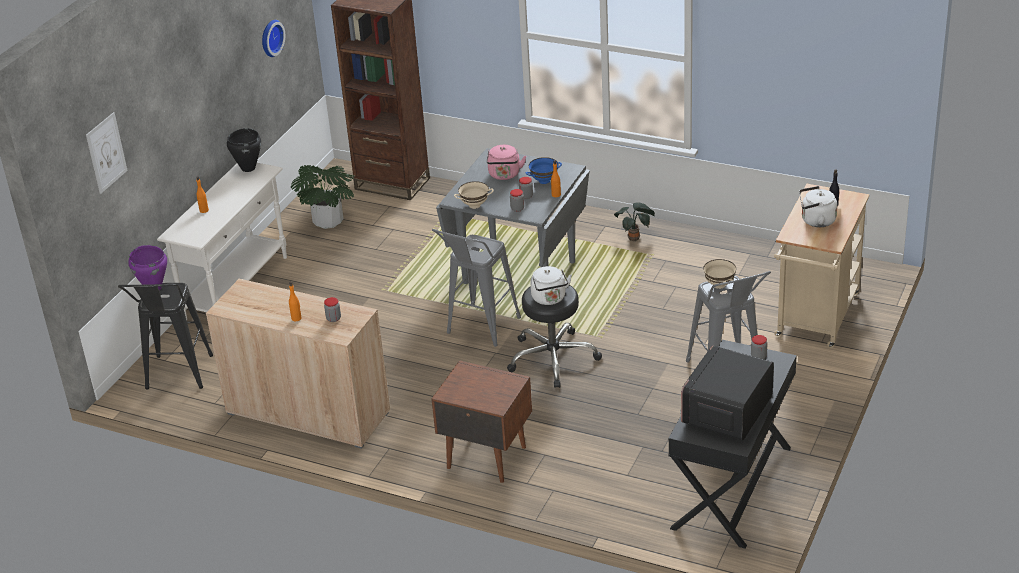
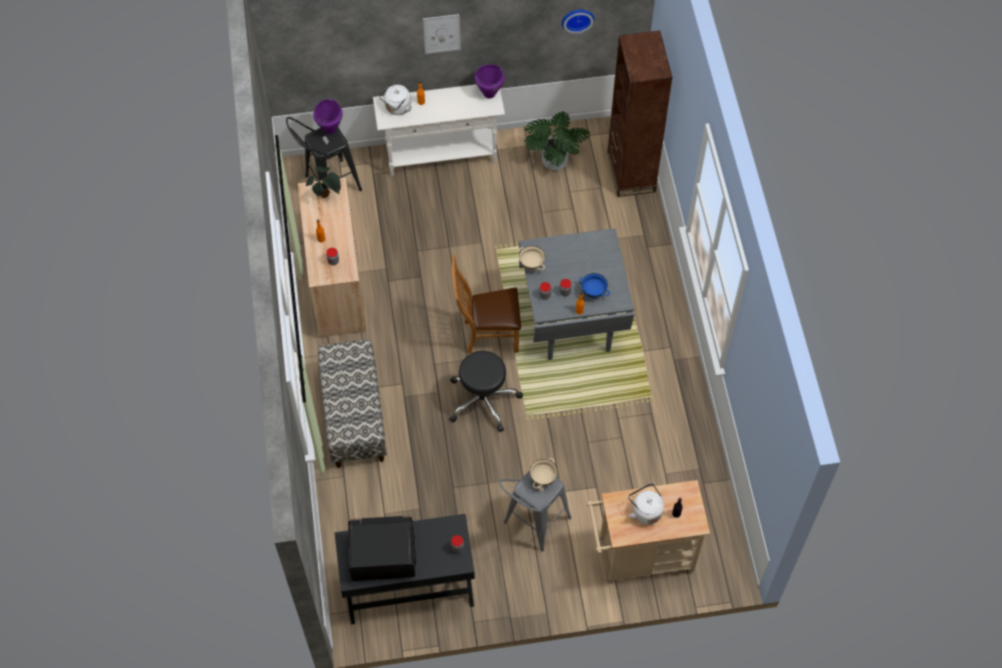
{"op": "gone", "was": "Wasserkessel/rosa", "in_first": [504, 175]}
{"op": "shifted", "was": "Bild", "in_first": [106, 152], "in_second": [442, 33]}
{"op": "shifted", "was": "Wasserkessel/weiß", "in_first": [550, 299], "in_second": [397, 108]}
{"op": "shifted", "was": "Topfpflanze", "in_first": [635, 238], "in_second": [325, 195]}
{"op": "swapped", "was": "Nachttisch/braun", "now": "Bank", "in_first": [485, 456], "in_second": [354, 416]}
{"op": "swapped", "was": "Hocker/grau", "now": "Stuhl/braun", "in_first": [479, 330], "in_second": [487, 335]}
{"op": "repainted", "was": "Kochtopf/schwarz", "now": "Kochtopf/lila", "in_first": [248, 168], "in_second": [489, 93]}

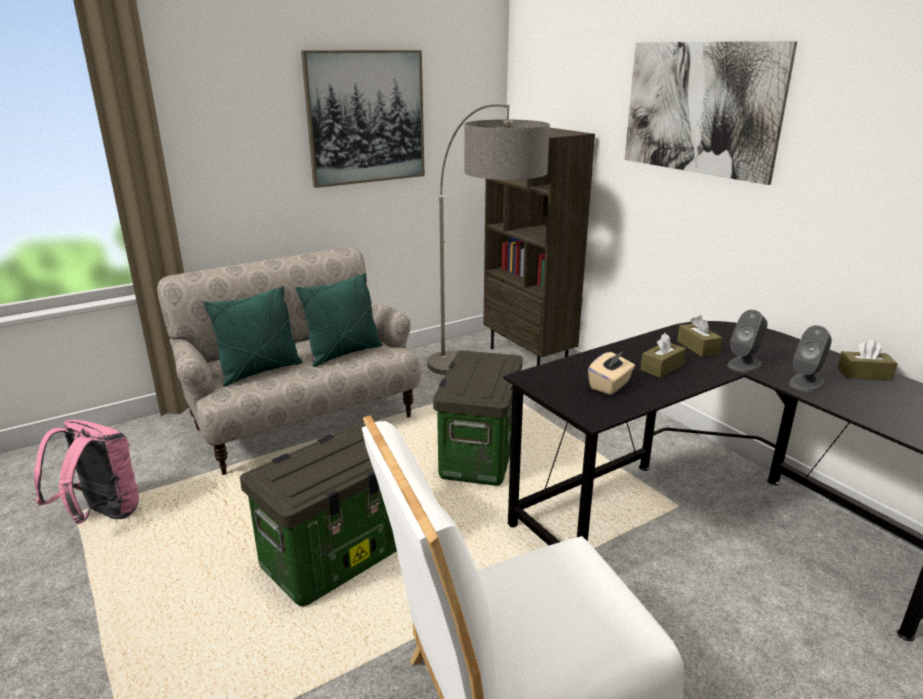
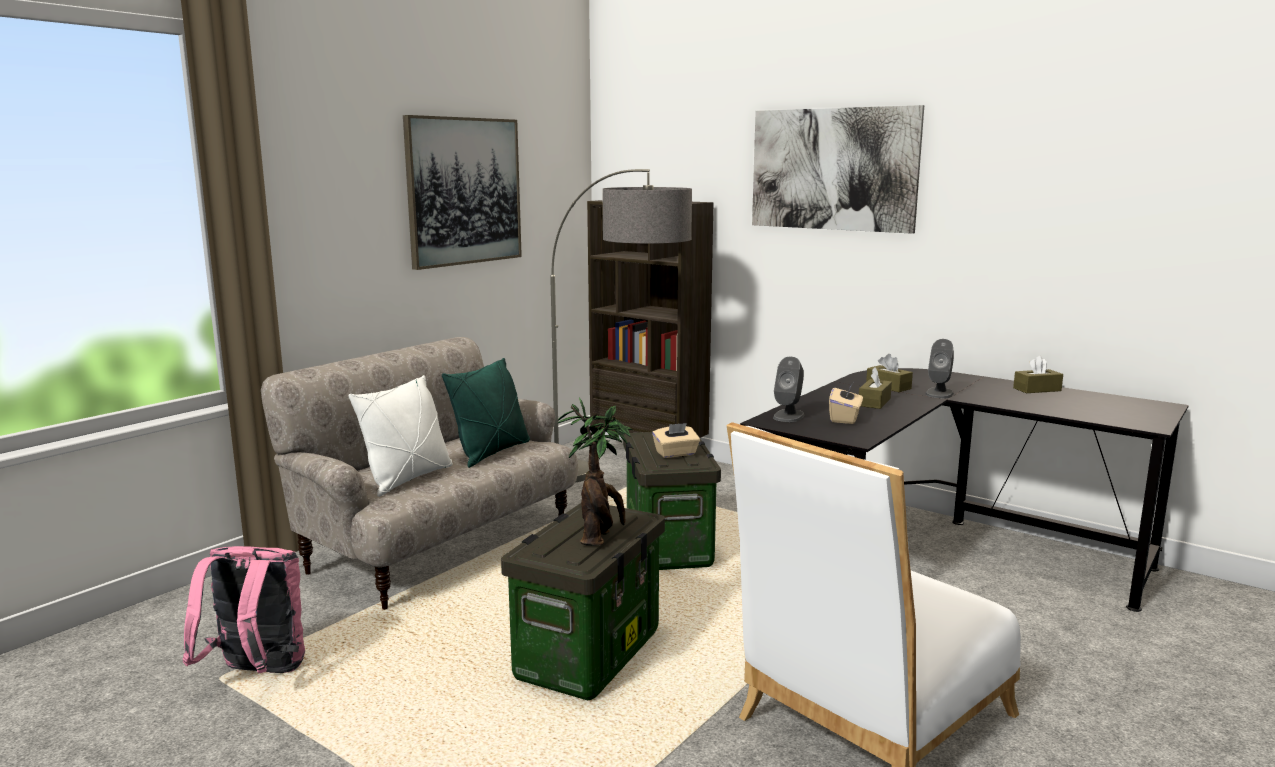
{"op": "new", "now": "Topfpflanze", "in_second": [600, 536]}
{"op": "new", "now": "Taschentuchbox/beige", "in_second": [676, 454]}
{"op": "shifted", "was": "Lautsprecher/grau", "in_first": [806, 383], "in_second": [788, 416]}
{"op": "repainted", "was": "Kissen/grün", "now": "Kissen/weiß", "in_first": [260, 371], "in_second": [408, 479]}

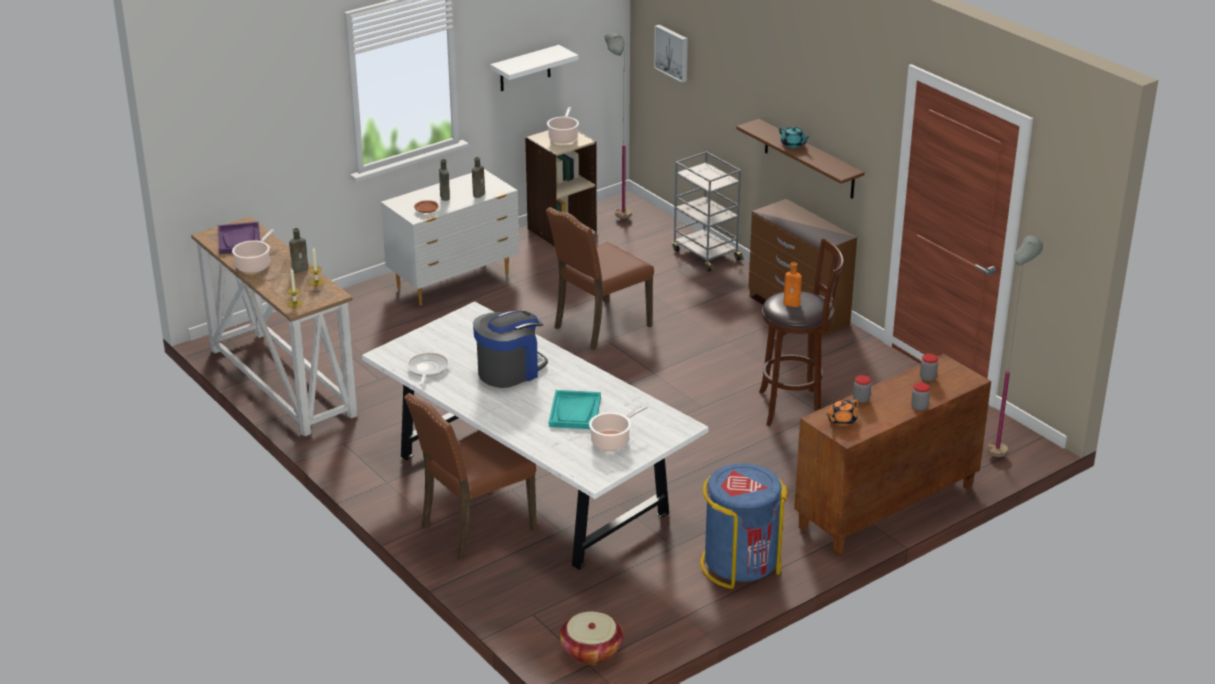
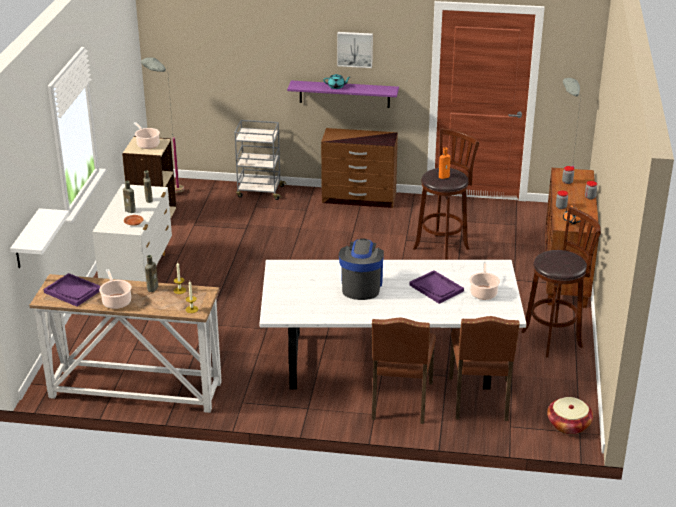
{"op": "gone", "was": "Pfanne", "in_first": [427, 369]}
{"op": "shifted", "was": "Wandregal/weiß", "in_first": [525, 69], "in_second": [26, 240]}
{"op": "shifted", "was": "Stuhl/braun", "in_first": [599, 326], "in_second": [480, 400]}
{"op": "shifted", "was": "Bild", "in_first": [672, 52], "in_second": [355, 49]}
{"op": "swapped", "was": "Mülleimer/blau", "now": "Hocker/braun", "in_first": [740, 564], "in_second": [554, 338]}
{"op": "repainted", "was": "Tablett/türkis", "now": "Tablett/lila", "in_first": [575, 412], "in_second": [436, 288]}
{"op": "repainted", "was": "Wandregal/braun", "now": "Wandregal/lila", "in_first": [809, 159], "in_second": [344, 94]}

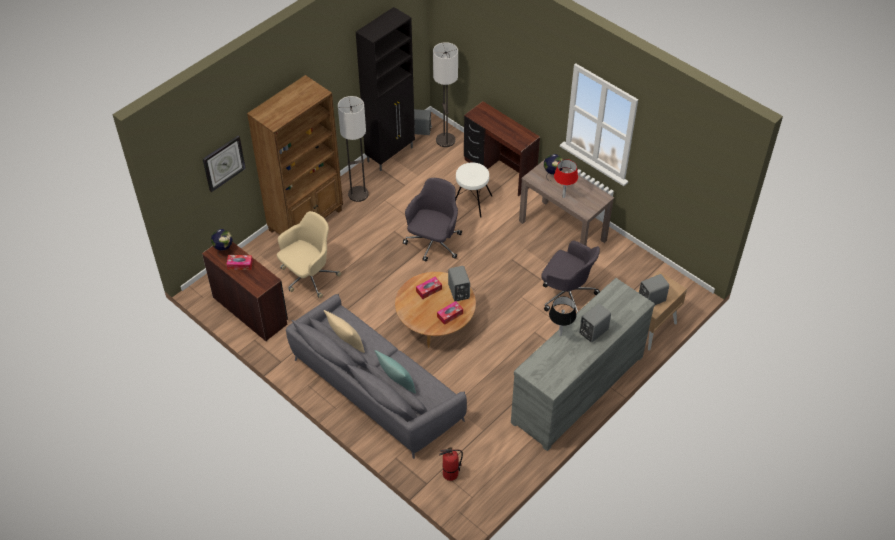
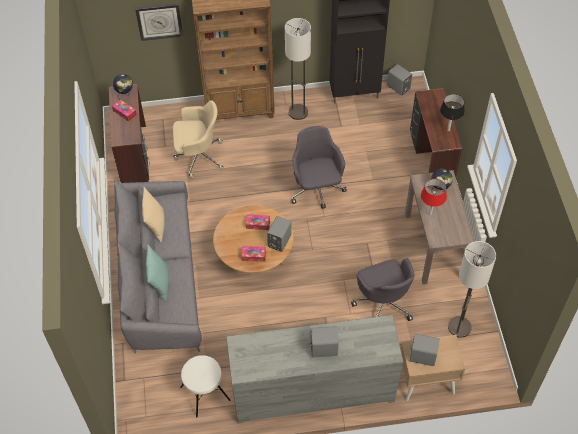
{"op": "gone", "was": "Feuerlöscher", "in_first": [450, 474]}
{"op": "shifted", "was": "Stehlampe", "in_first": [445, 140], "in_second": [459, 327]}
{"op": "shifted", "was": "Hocker/weiß", "in_first": [471, 202], "in_second": [204, 393]}
{"op": "shifted", "was": "Tischlampe/schwarz", "in_first": [560, 334], "in_second": [448, 130]}
{"op": "rotated", "was": "Bürostuhl/grau", "in_first": [433, 244], "in_second": [316, 189], "clockwise": -75}

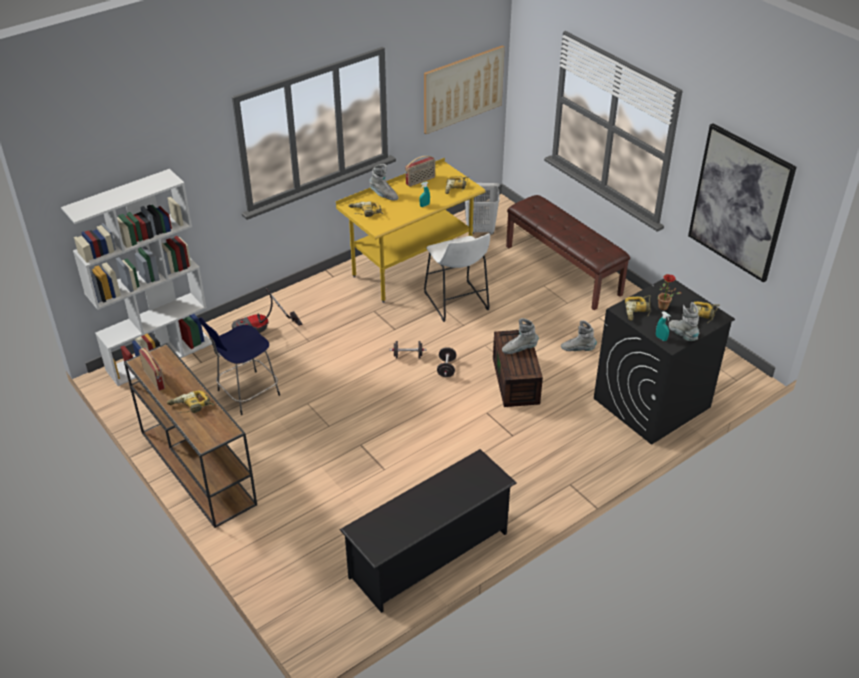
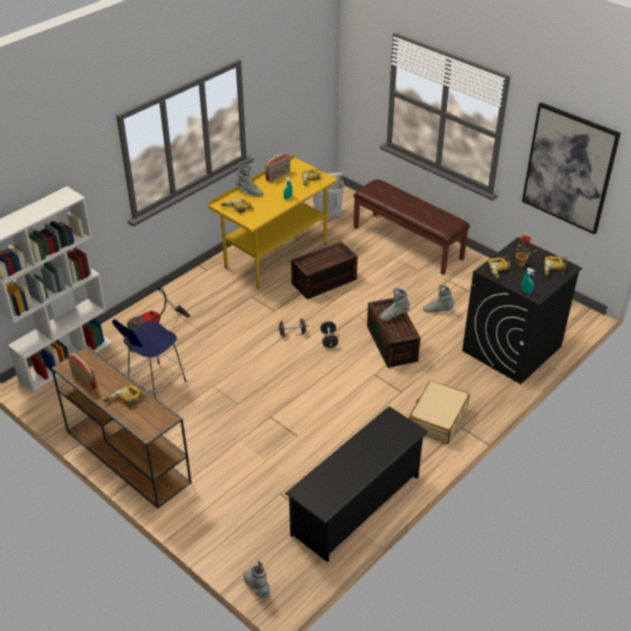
{"op": "gone", "was": "Bild", "in_first": [463, 89]}
{"op": "new", "now": "Koffer/beige", "in_second": [437, 418]}
{"op": "shifted", "was": "Stiefel/grau", "in_first": [682, 335], "in_second": [256, 586]}
{"op": "swapped", "was": "Hocker/weiß", "now": "Aufbewahrungsbox/braun", "in_first": [457, 303], "in_second": [324, 282]}

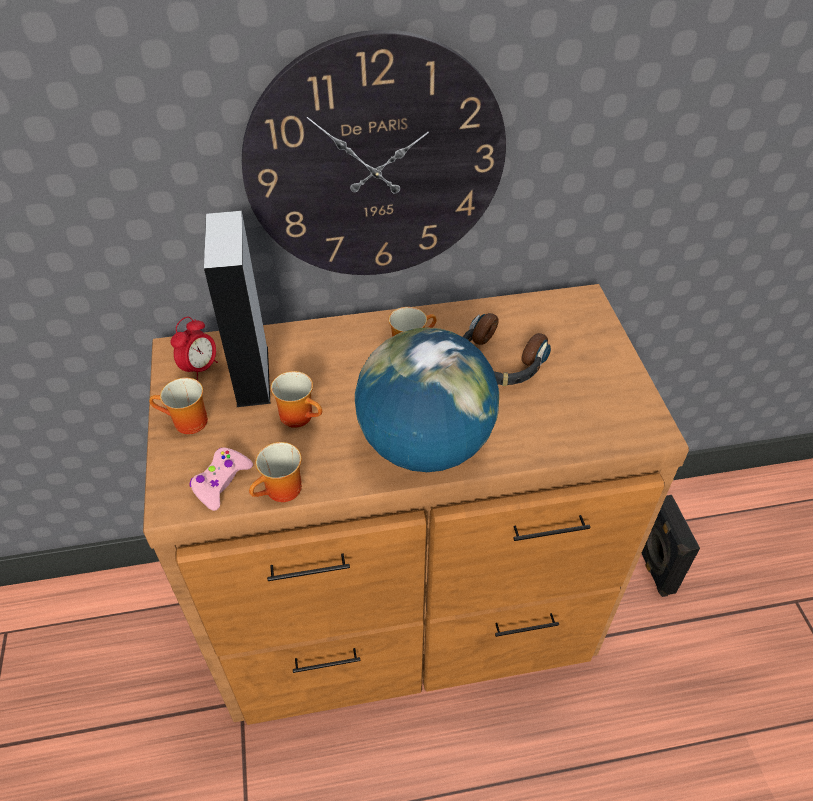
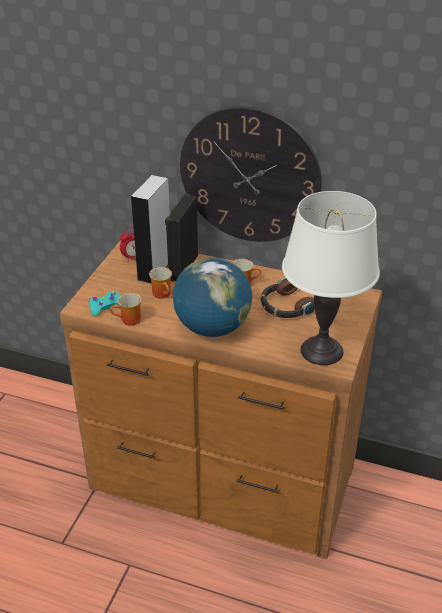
{"op": "gone", "was": "Henkelbecher", "in_first": [186, 423]}
{"op": "new", "now": "Tischlampe/weiß", "in_second": [321, 351]}
{"op": "shifted", "was": "Lautsprecher/schwarz", "in_first": [653, 568], "in_second": [182, 267]}
{"op": "repainted", "was": "Gamepad/rosa", "now": "Gamepad/türkis", "in_first": [221, 482], "in_second": [106, 307]}

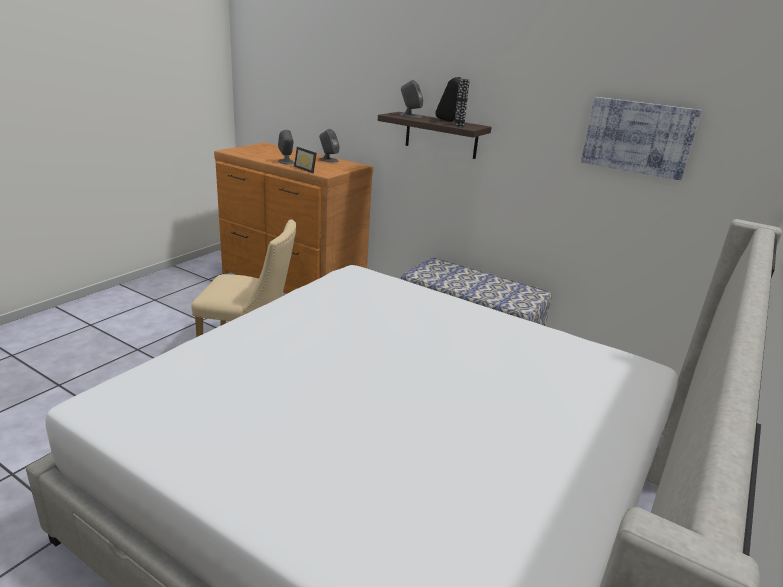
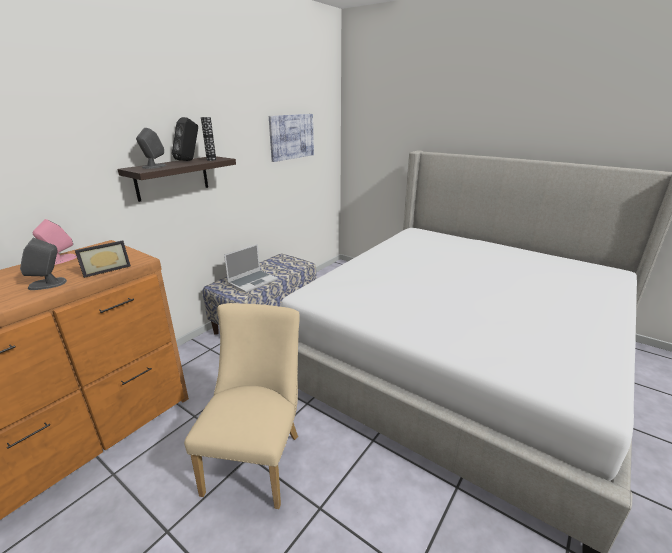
{"op": "new", "now": "Laptop", "in_second": [253, 281]}
{"op": "repainted", "was": "Lautsprecher/grau", "now": "Lautsprecher/rosa", "in_first": [328, 160], "in_second": [60, 260]}

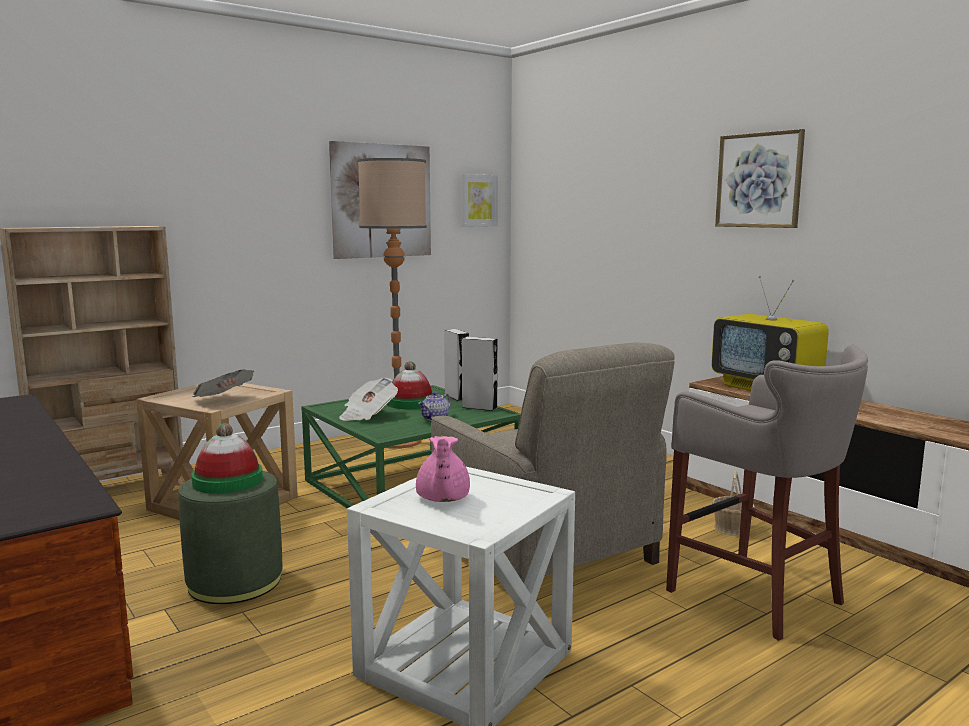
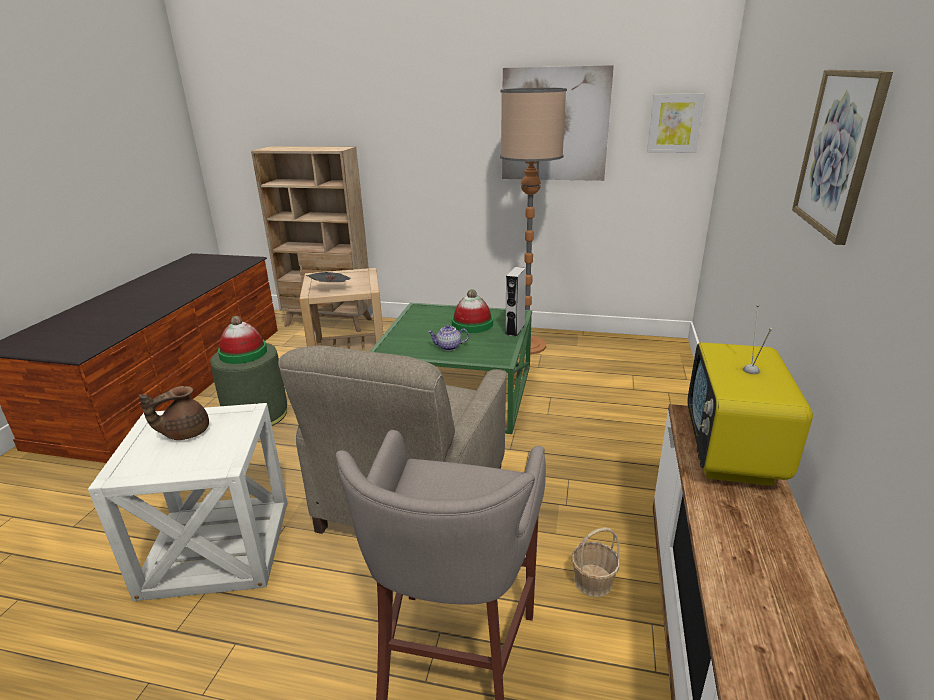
{"op": "gone", "was": "Zeitung", "in_first": [368, 415]}
{"op": "gone", "was": "Lautsprecher/grau", "in_first": [479, 407]}
{"op": "repainted", "was": "Teekanne/rosa", "now": "Teekanne/braun", "in_first": [442, 498], "in_second": [185, 433]}

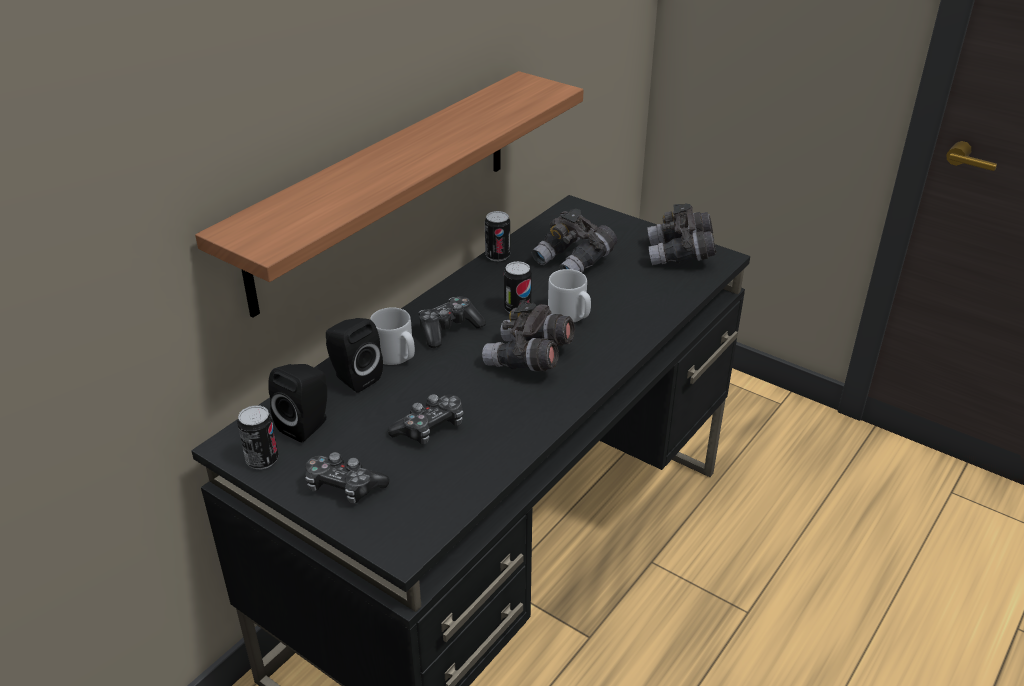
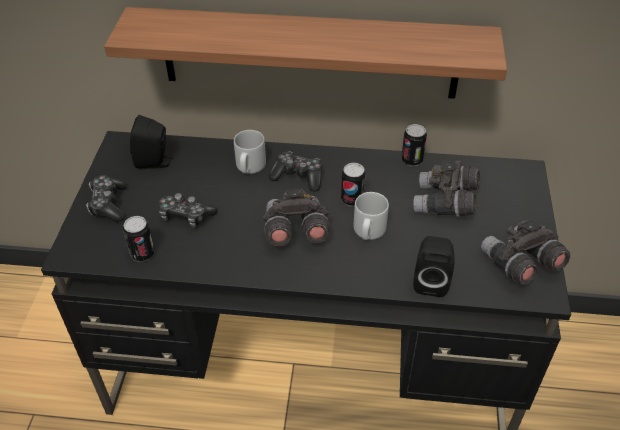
{"op": "shifted", "was": "Dose", "in_first": [262, 460], "in_second": [143, 254]}
{"op": "shifted", "was": "Lautsprecher/schwarz", "in_first": [353, 378], "in_second": [430, 281]}

